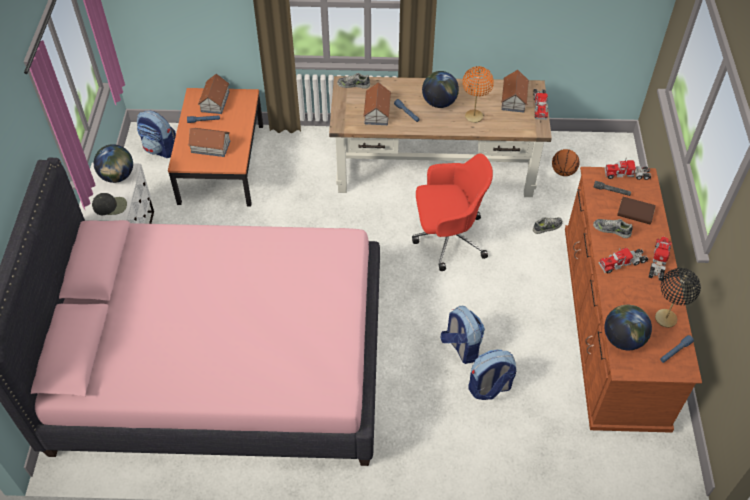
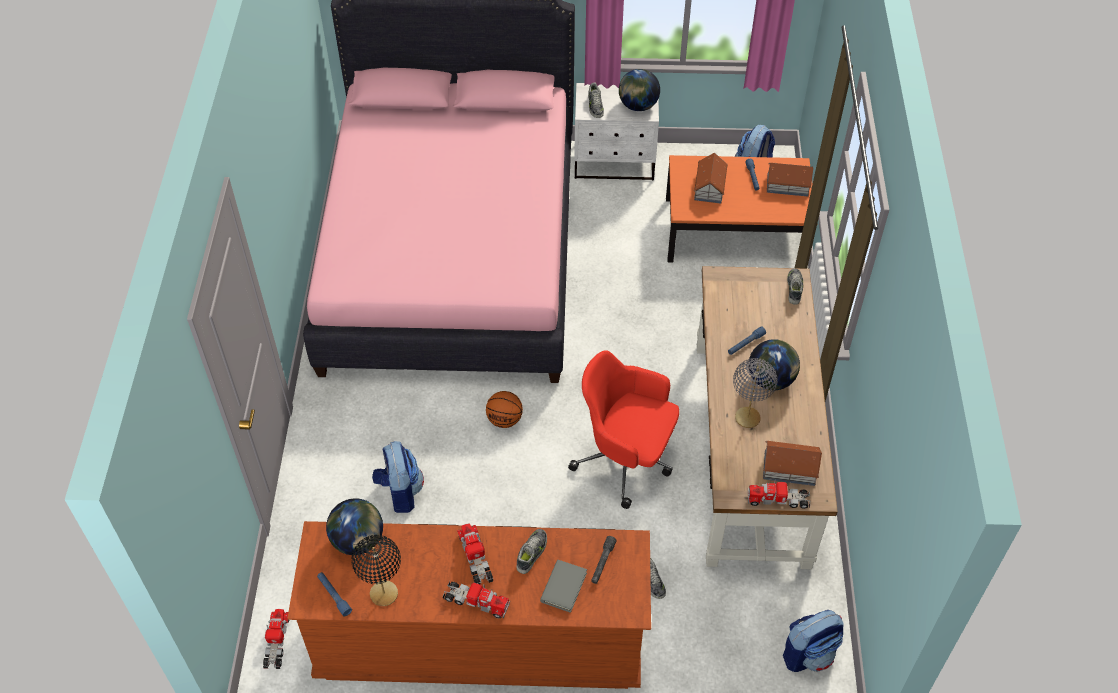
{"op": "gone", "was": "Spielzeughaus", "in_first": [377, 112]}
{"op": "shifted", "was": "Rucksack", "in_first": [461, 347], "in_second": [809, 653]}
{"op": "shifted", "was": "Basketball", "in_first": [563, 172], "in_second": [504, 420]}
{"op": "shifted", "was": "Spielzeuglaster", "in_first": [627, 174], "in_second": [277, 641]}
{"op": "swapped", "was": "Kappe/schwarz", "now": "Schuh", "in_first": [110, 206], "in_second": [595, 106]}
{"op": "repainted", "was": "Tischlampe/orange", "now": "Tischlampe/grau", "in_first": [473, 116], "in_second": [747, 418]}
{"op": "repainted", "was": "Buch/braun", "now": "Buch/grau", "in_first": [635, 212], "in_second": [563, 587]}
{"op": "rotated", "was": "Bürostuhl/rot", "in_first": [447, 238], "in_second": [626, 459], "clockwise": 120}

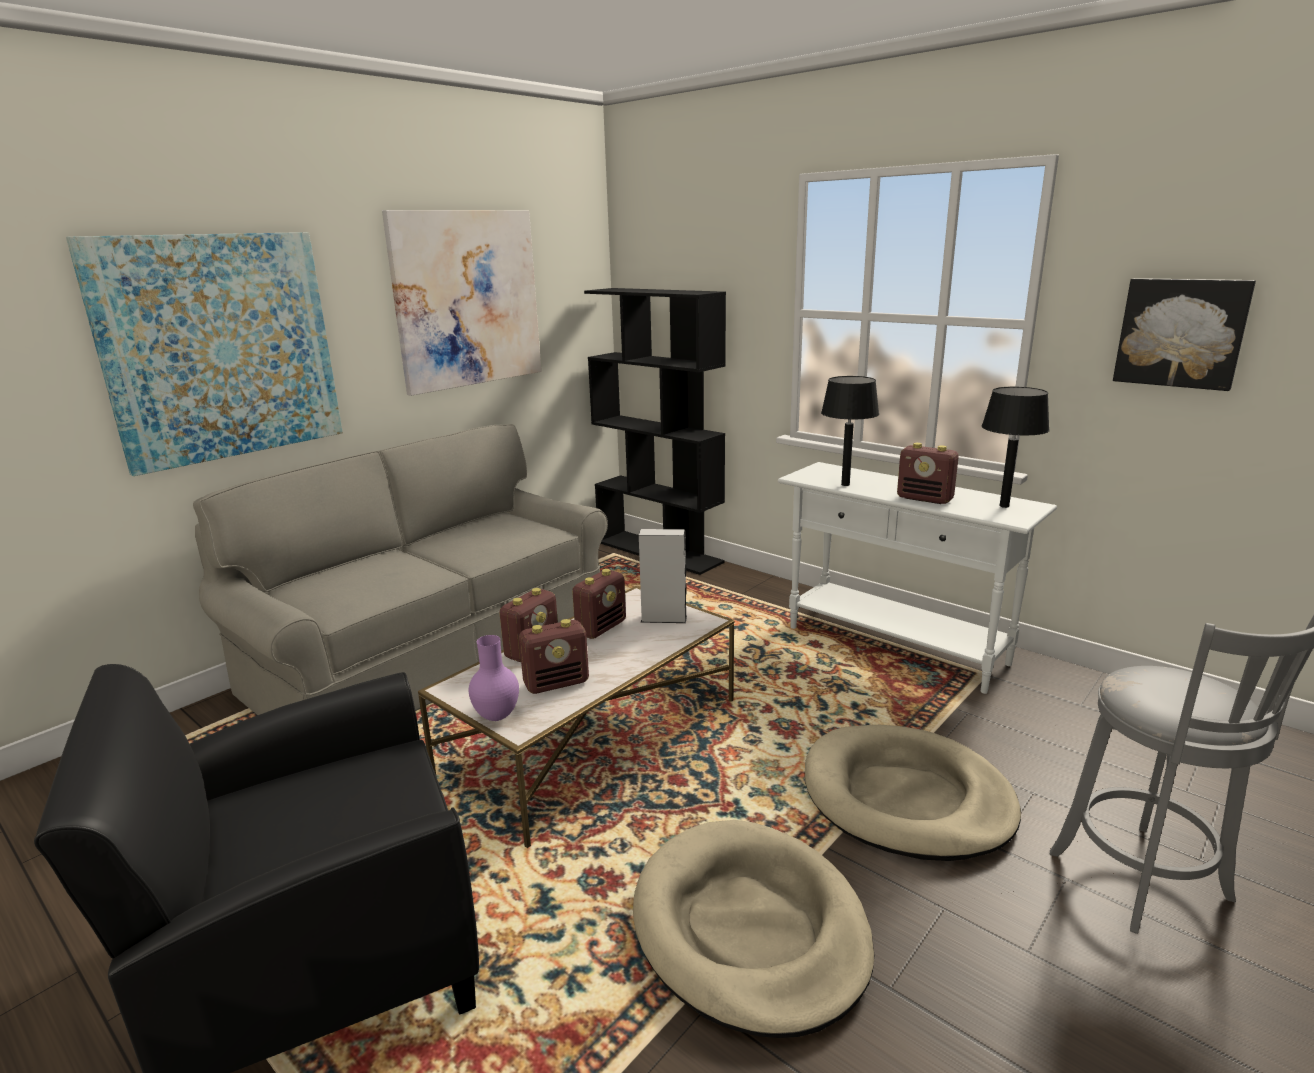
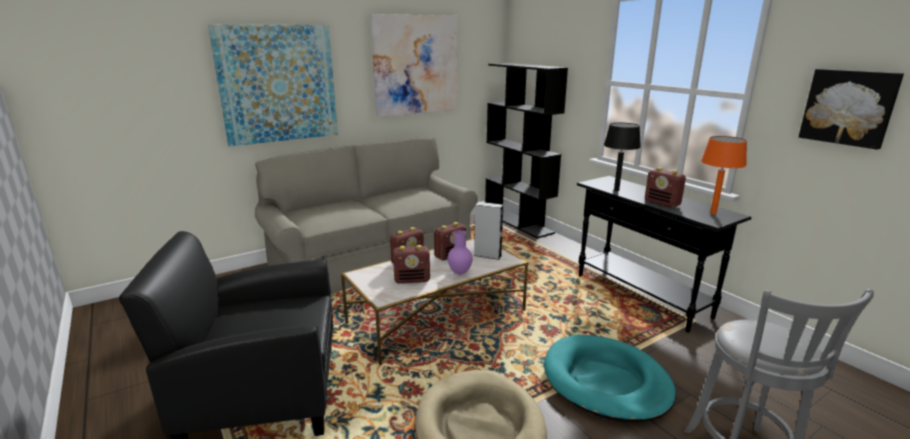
{"op": "shifted", "was": "Vase/lila", "in_first": [496, 716], "in_second": [459, 272]}
{"op": "repainted", "was": "Konsolentisch/weiß", "now": "Konsolentisch/schwarz", "in_first": [895, 646], "in_second": [641, 296]}
{"op": "repainted", "was": "Hundebett/beige", "now": "Hundebett/türkis", "in_first": [906, 798], "in_second": [606, 381]}
{"op": "repainted", "was": "Tischlampe/schwarz", "now": "Tischlampe/orange", "in_first": [1004, 506], "in_second": [713, 213]}

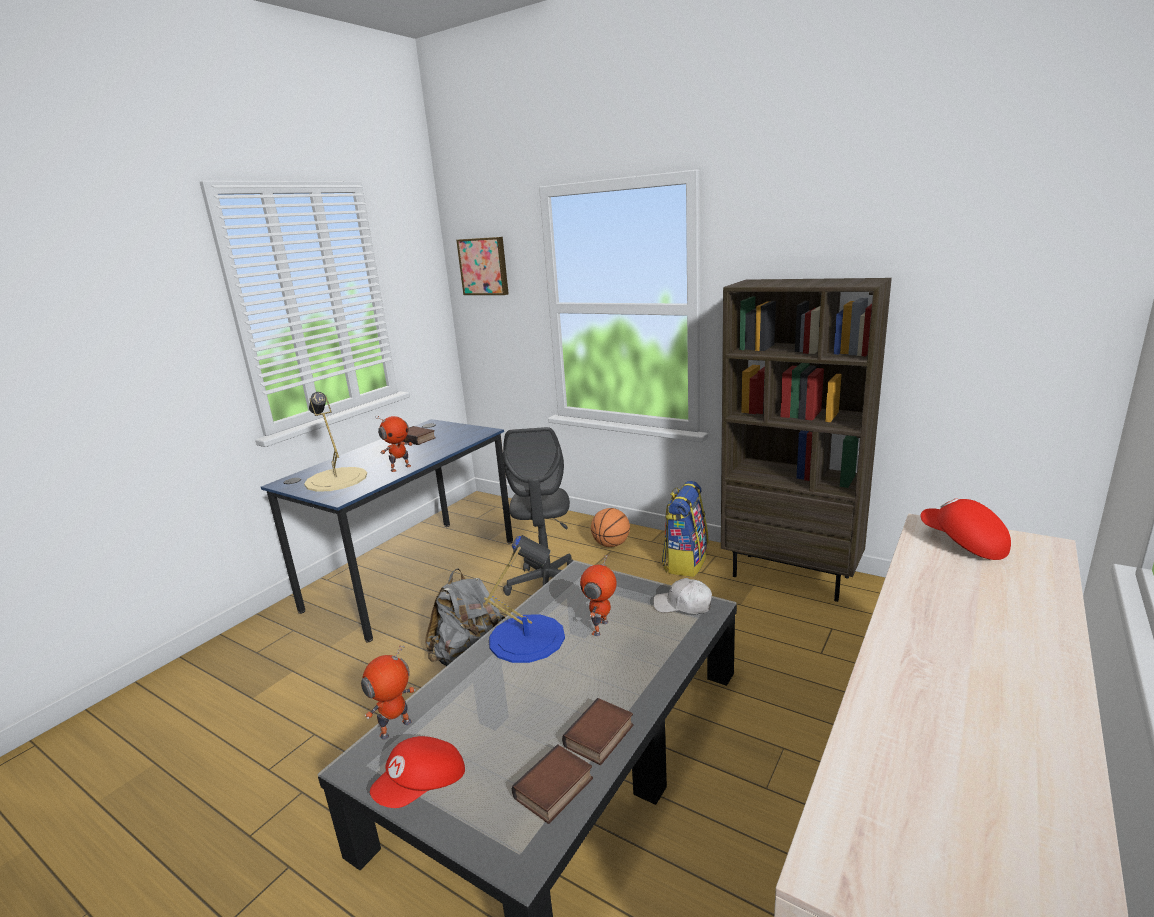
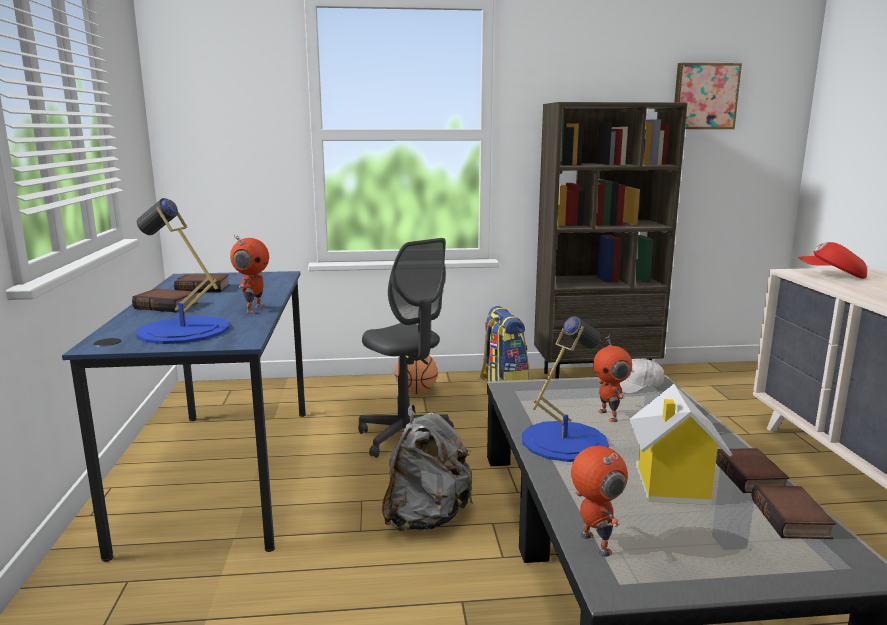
{"op": "gone", "was": "Kappe/rot", "in_first": [423, 786]}
{"op": "new", "now": "Buch", "in_second": [168, 306]}
{"op": "new", "now": "Spielzeughaus", "in_second": [670, 486]}
{"op": "shifted", "was": "Bild", "in_first": [484, 266], "in_second": [704, 96]}
{"op": "repainted", "was": "Tischlampe/beige", "now": "Tischlampe/blau", "in_first": [336, 479], "in_second": [183, 330]}
{"op": "rotated", "was": "Spielzeugroboter", "in_first": [396, 729], "in_second": [593, 544], "clockwise": 150}

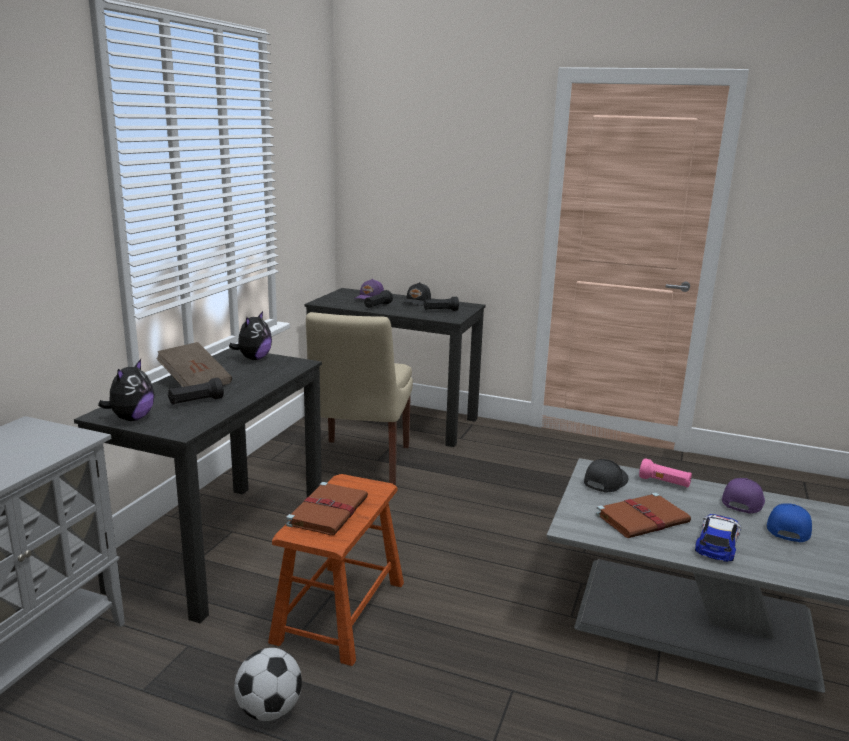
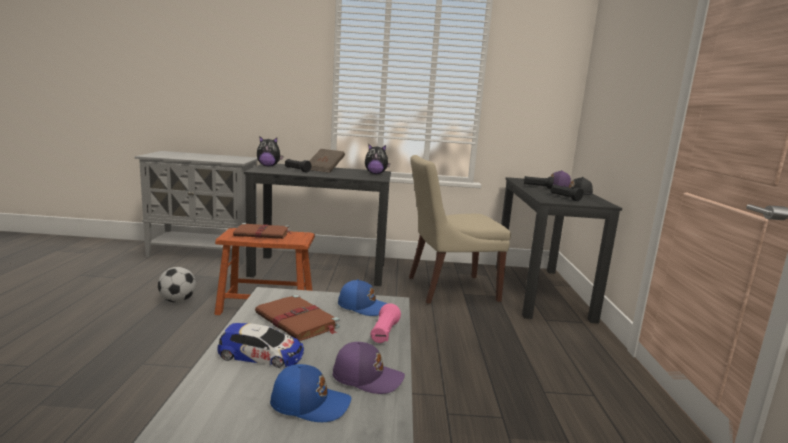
{"op": "repainted", "was": "Kappe/schwarz", "now": "Kappe/blau", "in_first": [604, 482], "in_second": [363, 306]}

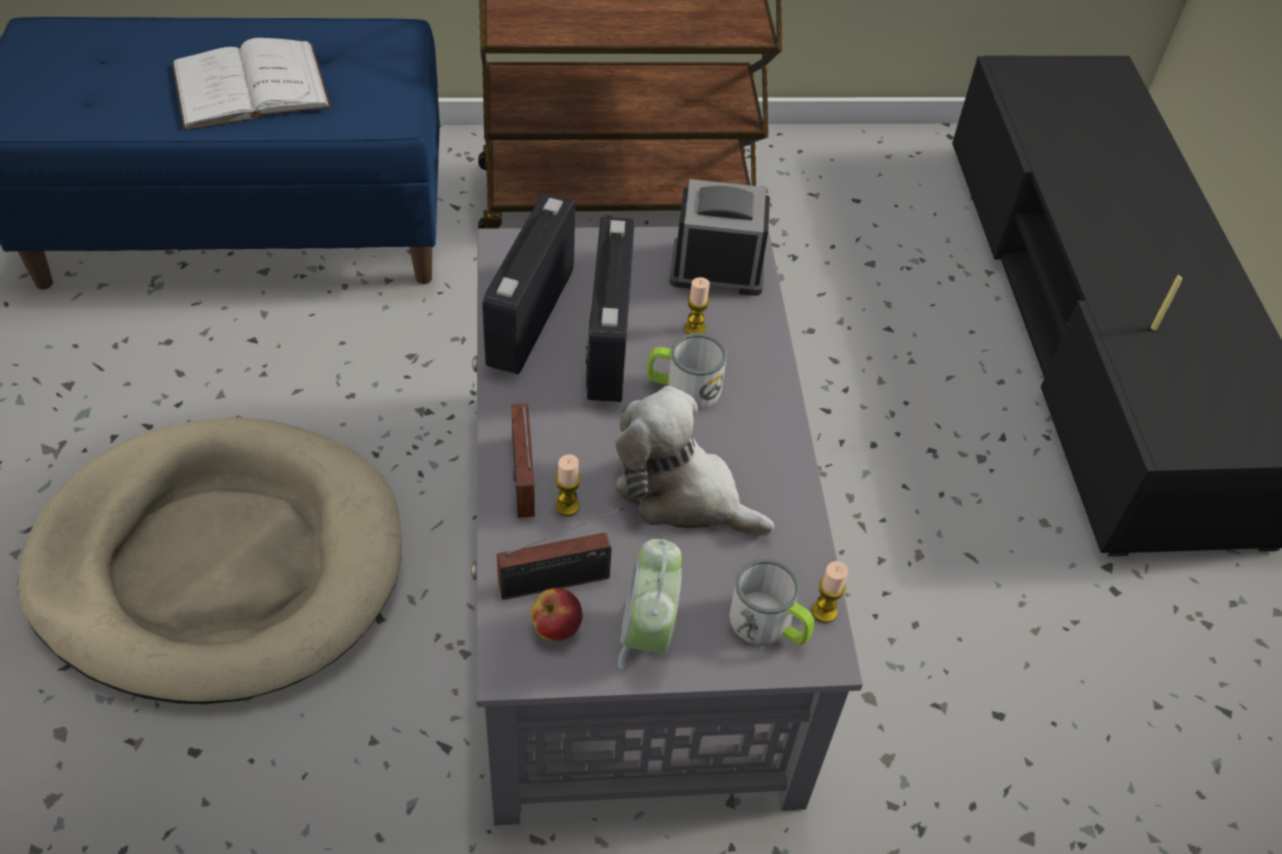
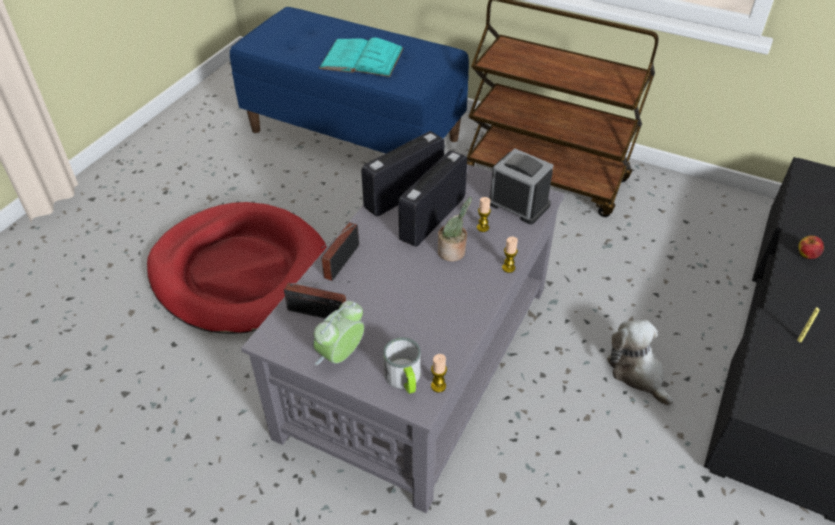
{"op": "shifted", "was": "Apfel", "in_first": [556, 628], "in_second": [806, 255]}
{"op": "shifted", "was": "Kerze", "in_first": [567, 506], "in_second": [508, 268]}
{"op": "shifted", "was": "Plüschtier", "in_first": [682, 494], "in_second": [637, 372]}
{"op": "swapped", "was": "Henkelbecher", "now": "Topfpflanze", "in_first": [683, 388], "in_second": [453, 252]}
{"op": "repainted", "was": "Hundebett/beige", "now": "Hundebett/rot", "in_first": [220, 564], "in_second": [240, 271]}
{"op": "repainted", "was": "Buch/weiß", "now": "Buch/türkis", "in_first": [250, 86], "in_second": [362, 58]}

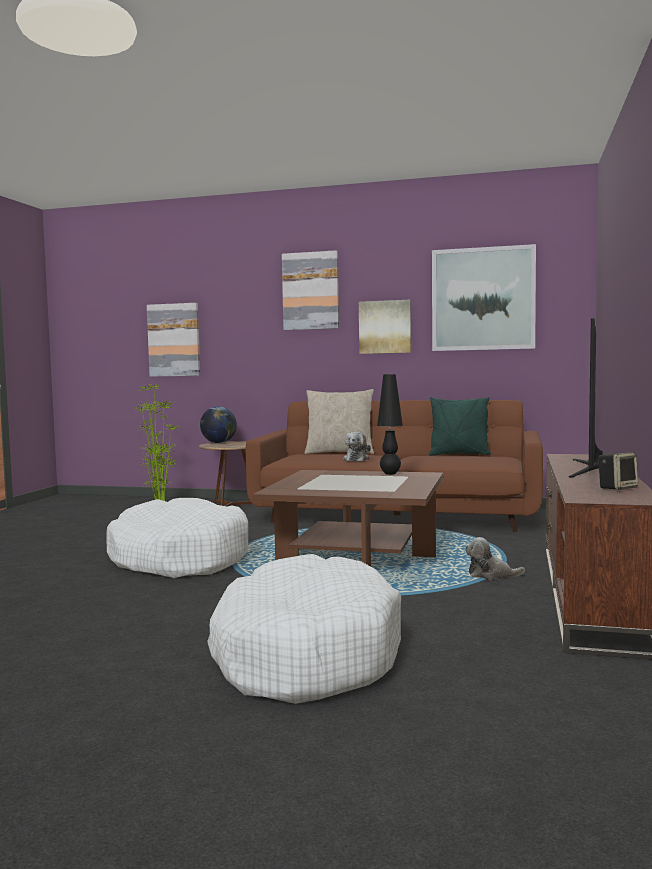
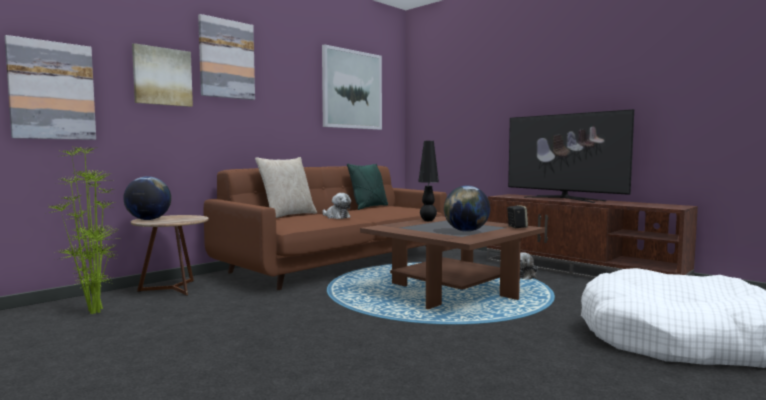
{"op": "gone", "was": "Hundebett/weiß", "in_first": [179, 559]}
{"op": "new", "now": "Globus", "in_second": [466, 231]}
{"op": "shifted", "was": "Bild", "in_first": [385, 327], "in_second": [162, 76]}
{"op": "shifted", "was": "Lautsprecher", "in_first": [617, 488], "in_second": [516, 227]}

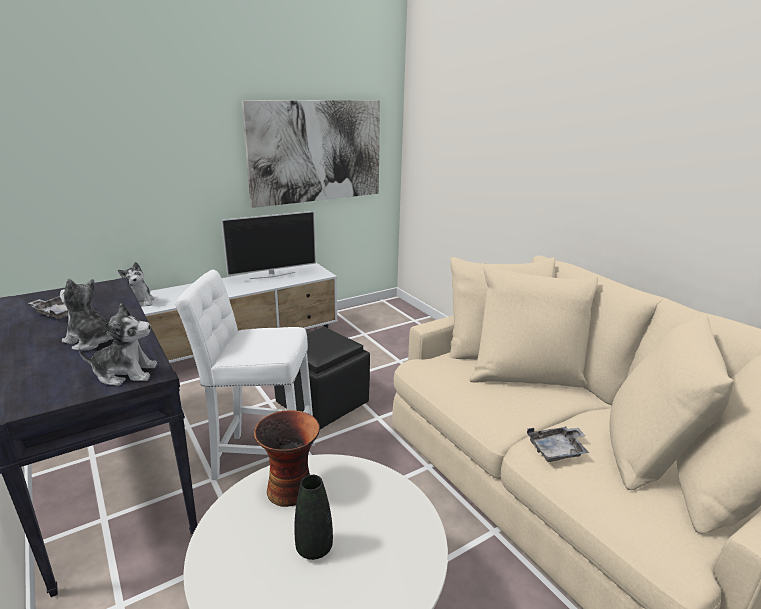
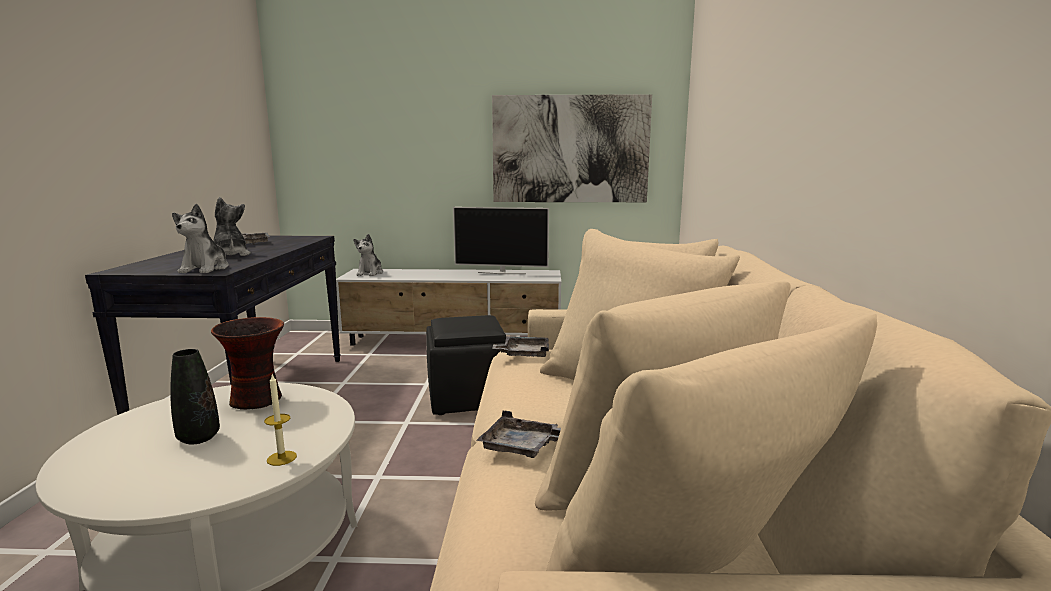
{"op": "gone", "was": "Hocker/weiß", "in_first": [260, 458]}
{"op": "new", "now": "Kerze", "in_second": [281, 458]}
{"op": "new", "now": "Tablett/grau", "in_second": [524, 354]}
{"op": "rotated", "was": "Plüschtier", "in_first": [125, 373], "in_second": [205, 269], "clockwise": 60}

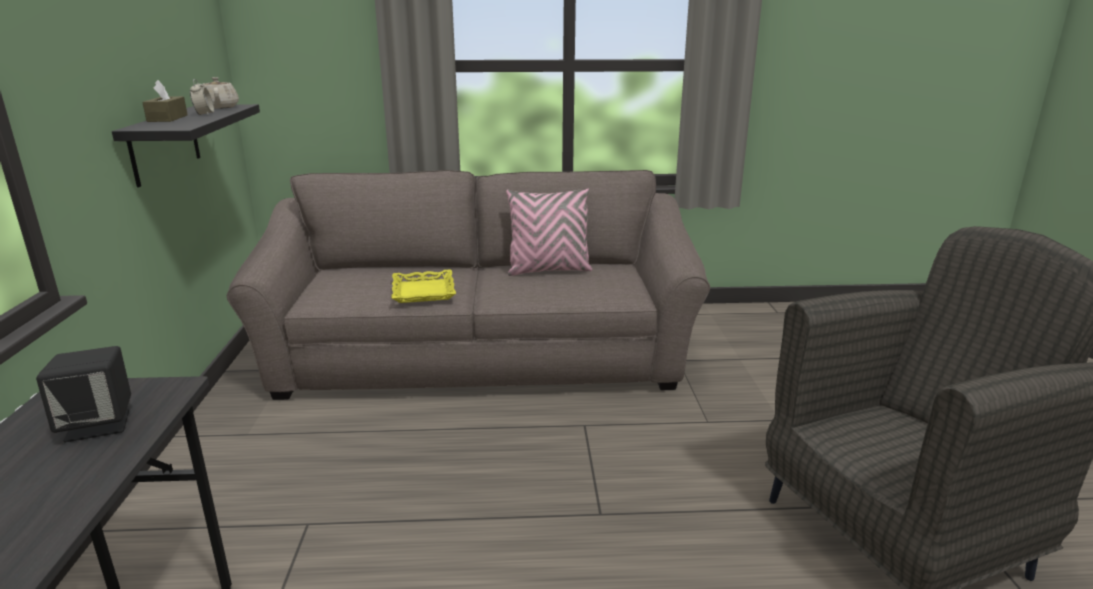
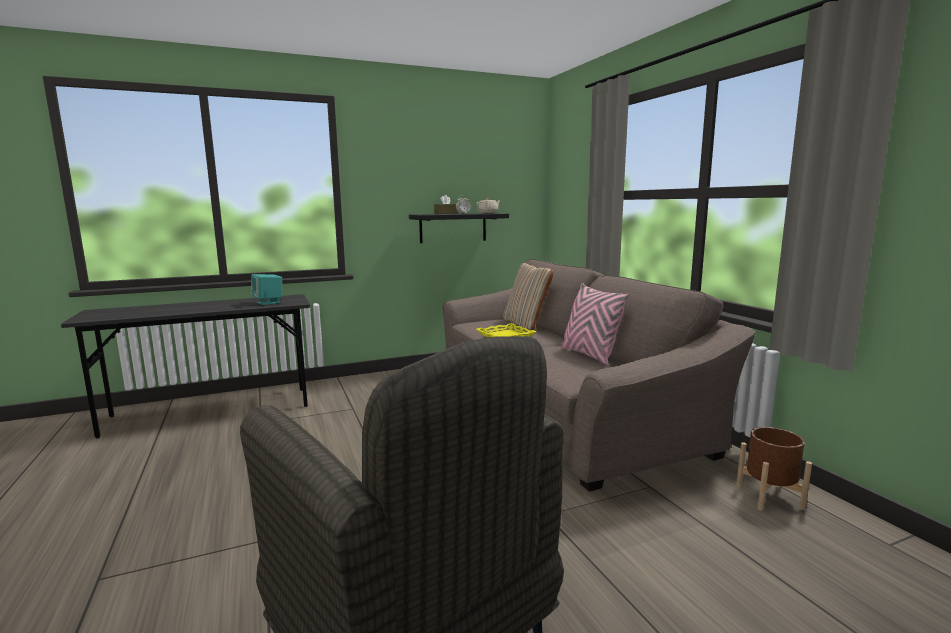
{"op": "new", "now": "Kissen/beige", "in_second": [526, 325]}
{"op": "new", "now": "Pflanzkübel/braun", "in_second": [769, 497]}
{"op": "repainted", "was": "Lautsprecher/schwarz", "now": "Lautsprecher/türkis", "in_first": [99, 425], "in_second": [268, 302]}

